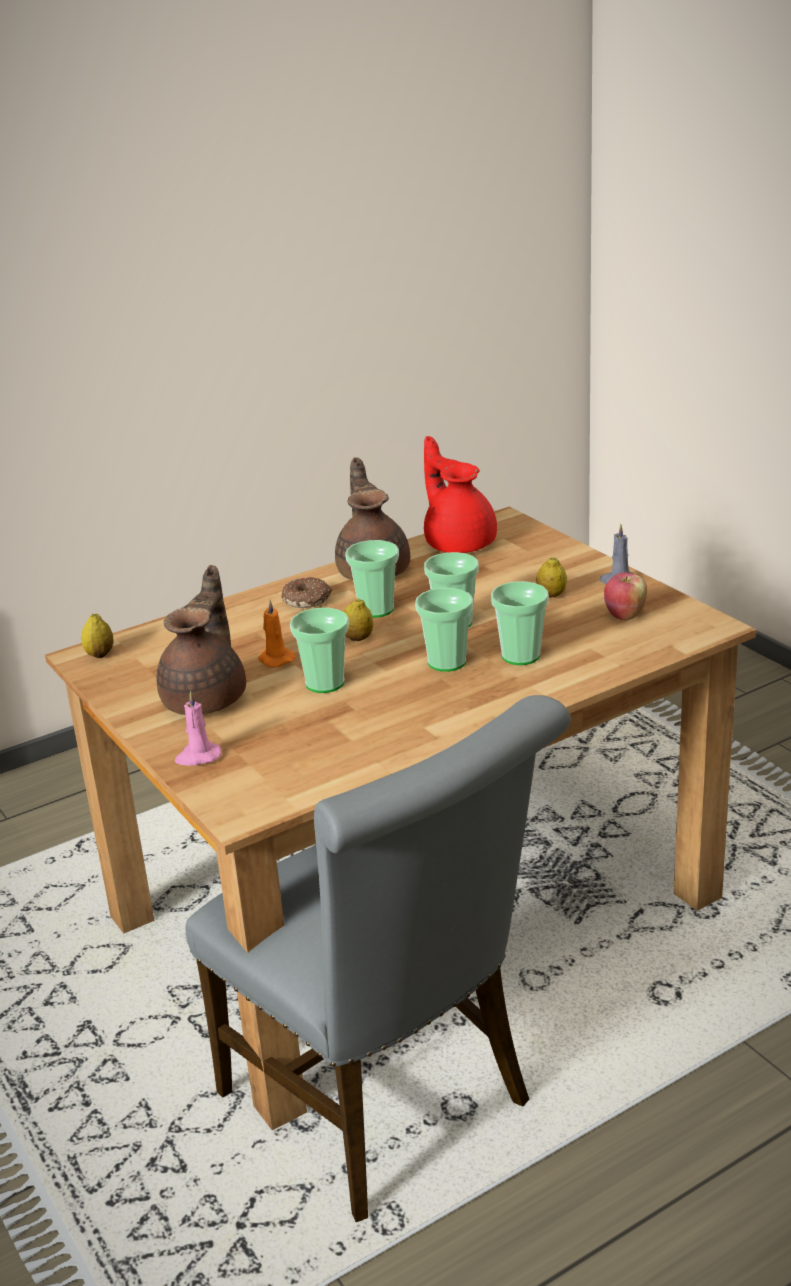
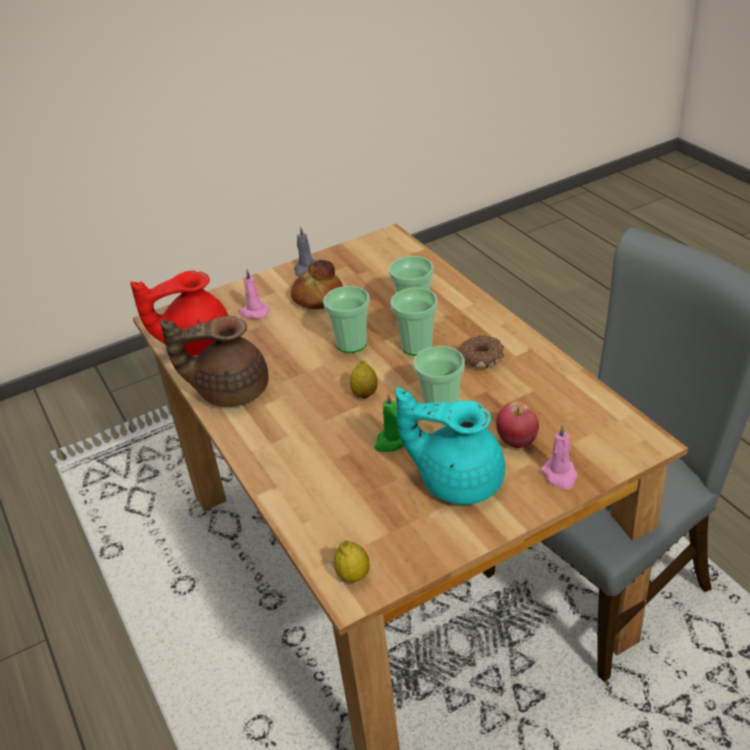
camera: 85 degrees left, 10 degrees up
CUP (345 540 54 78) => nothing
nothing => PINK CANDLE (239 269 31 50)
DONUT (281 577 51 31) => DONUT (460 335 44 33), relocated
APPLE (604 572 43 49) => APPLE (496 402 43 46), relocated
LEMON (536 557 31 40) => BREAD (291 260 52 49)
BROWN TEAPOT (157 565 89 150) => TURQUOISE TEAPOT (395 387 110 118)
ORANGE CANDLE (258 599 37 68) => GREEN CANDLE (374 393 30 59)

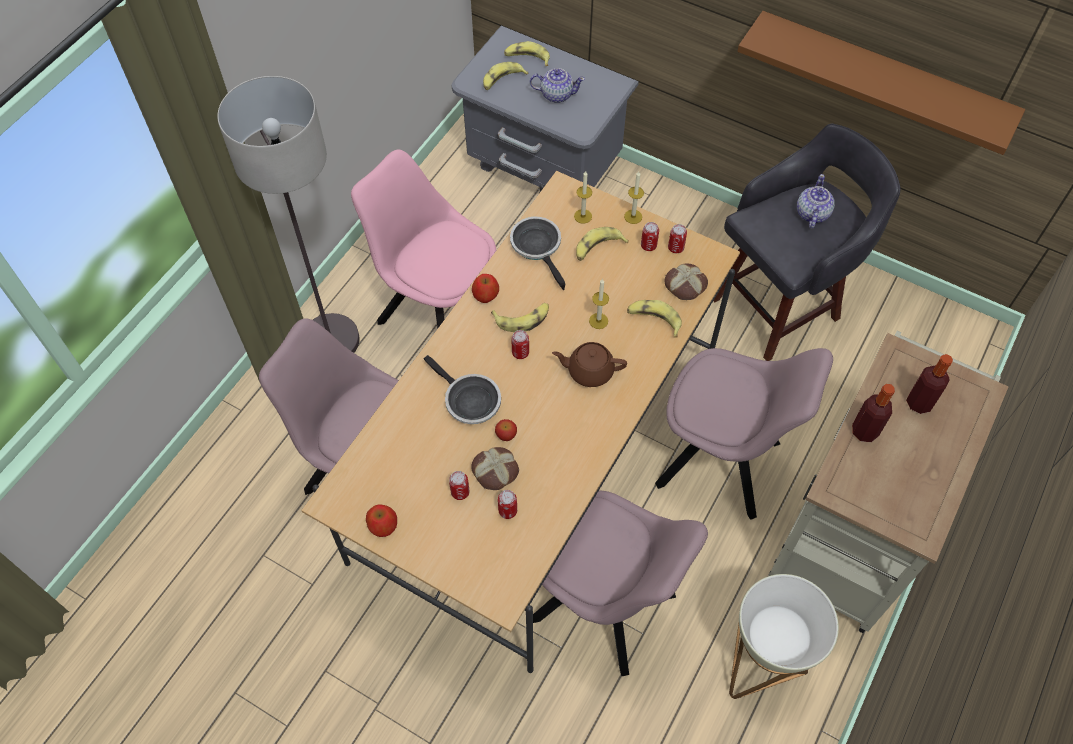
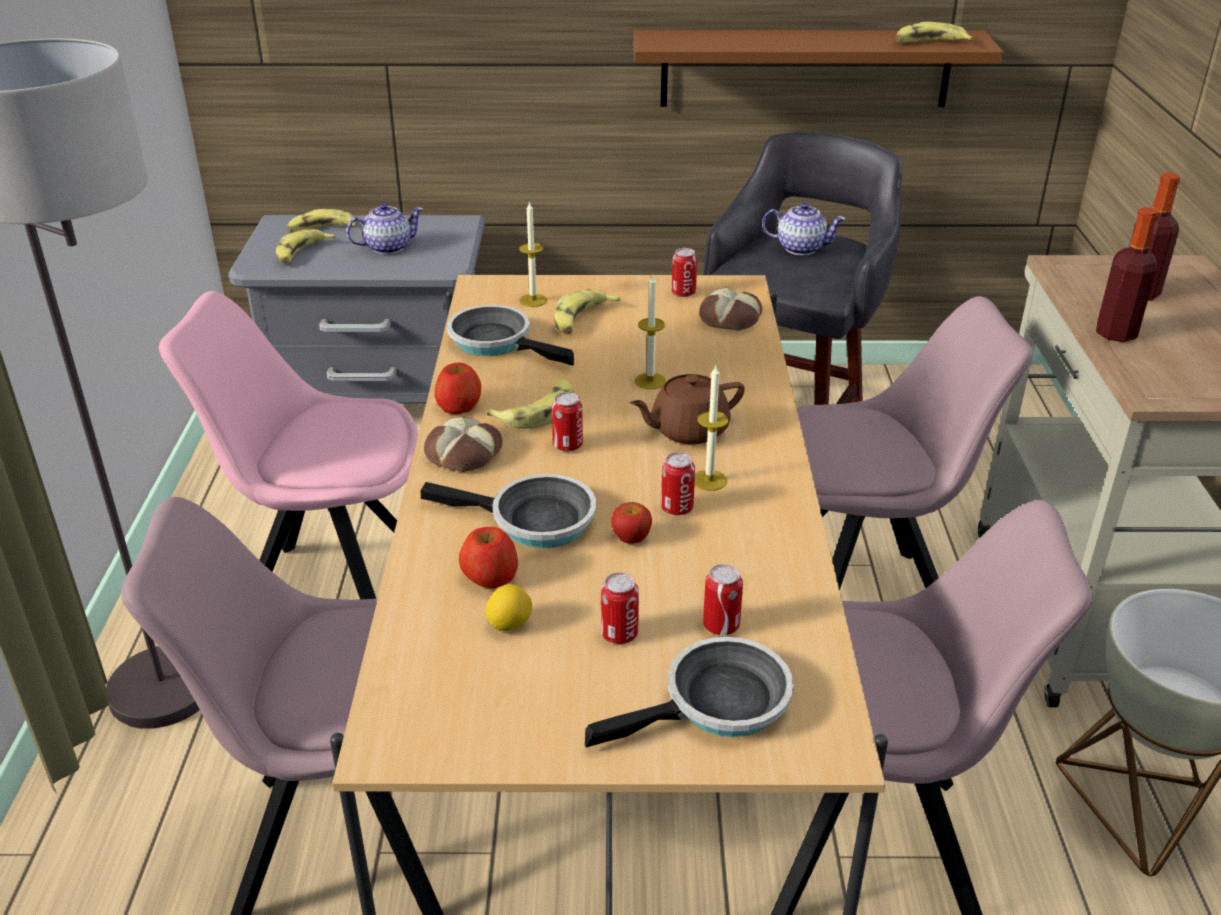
camera: 30 degrees left, 25 degrees down
nothing => LEMON (486 584 46 47)
nothing => FRYING PAN (585 637 209 110)
APPLE (366 504 31 33) => APPLE (459 527 59 61), relocated
BREAD (471 447 48 43) => BREAD (424 416 79 56), relocated
CANDLE (624 172 20 52) => CANDLE (694 366 34 125), relocated
BANANA (627 300 55 38) => BANANA (896 22 77 21), relocated
CAN (641 222 18 29) => CAN (661 452 34 63), relocated
TEAPOT (797 174 38 54) => TEAPOT (762 203 84 52), 120 degrees clockwise

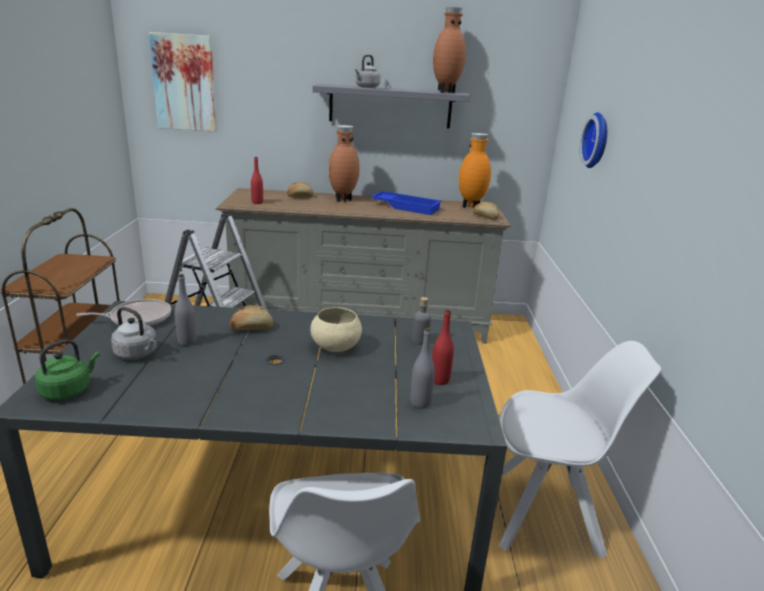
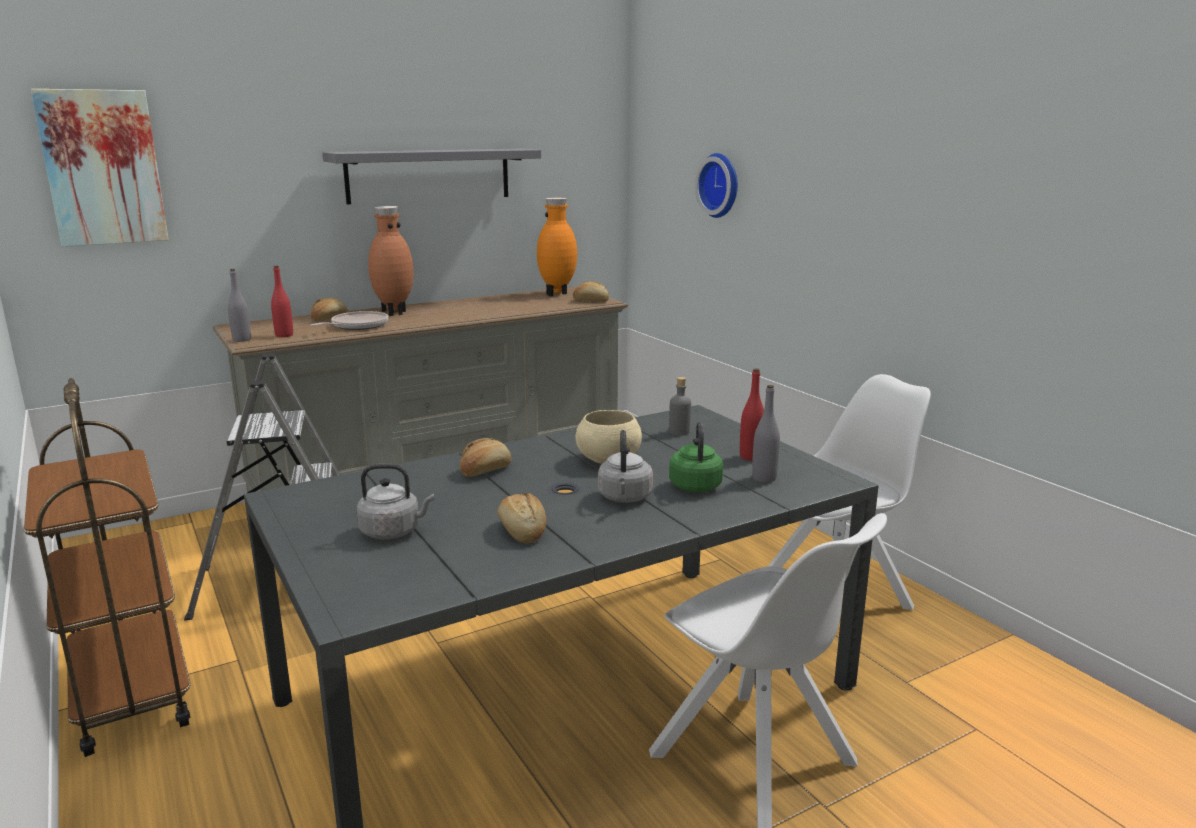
camera: 30 degrees left, 5 degrees down
BLUE TRAY (371 191 71 24) => nothing
BROWN VASE (433 7 33 86) => nothing
nothing => BREAD (497 493 49 50)
GREEN KETTLE (35 339 64 61) => GREEN KETTLE (669 422 54 70), relocated
FRYING PAN (76 299 95 27) => FRYING PAN (311 311 77 19), relocated
GREY BOTTLE (174 274 23 72) => GREY BOTTLE (228 269 23 73), relocated
GREY KETTLE (355 55 25 33) => GREY KETTLE (598 430 55 73), relocated

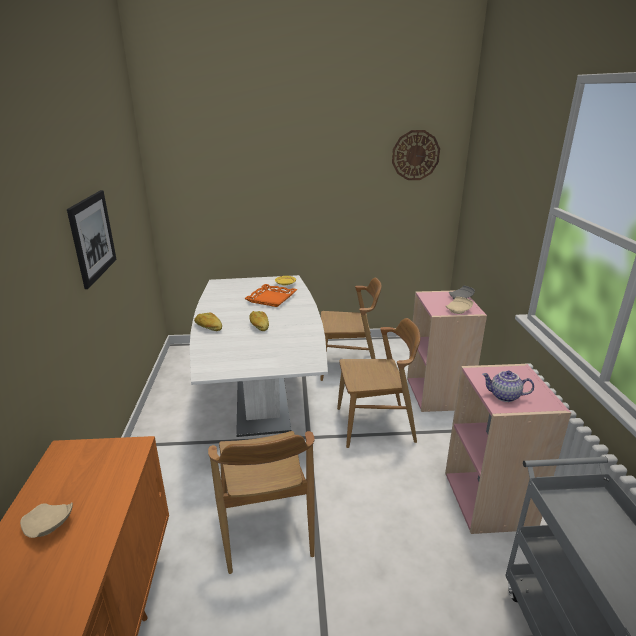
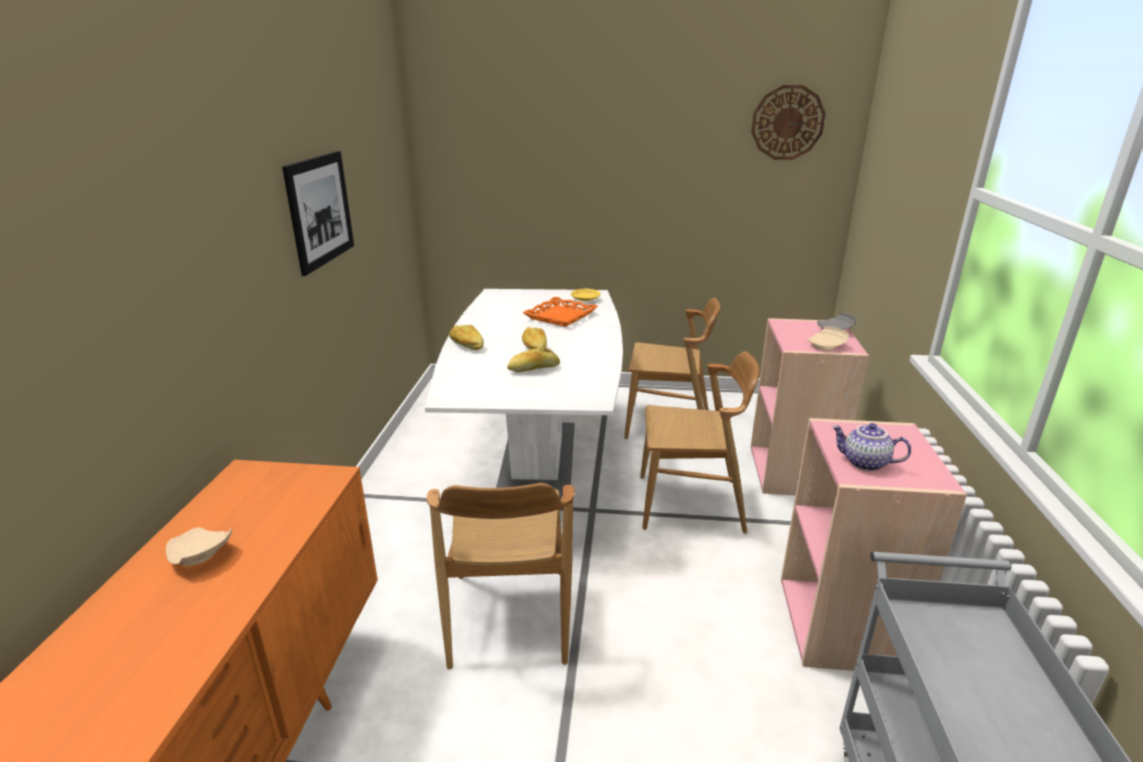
camera: 10 degrees right, 0 degrees up
nothing => BREAD (507 348 53 25)

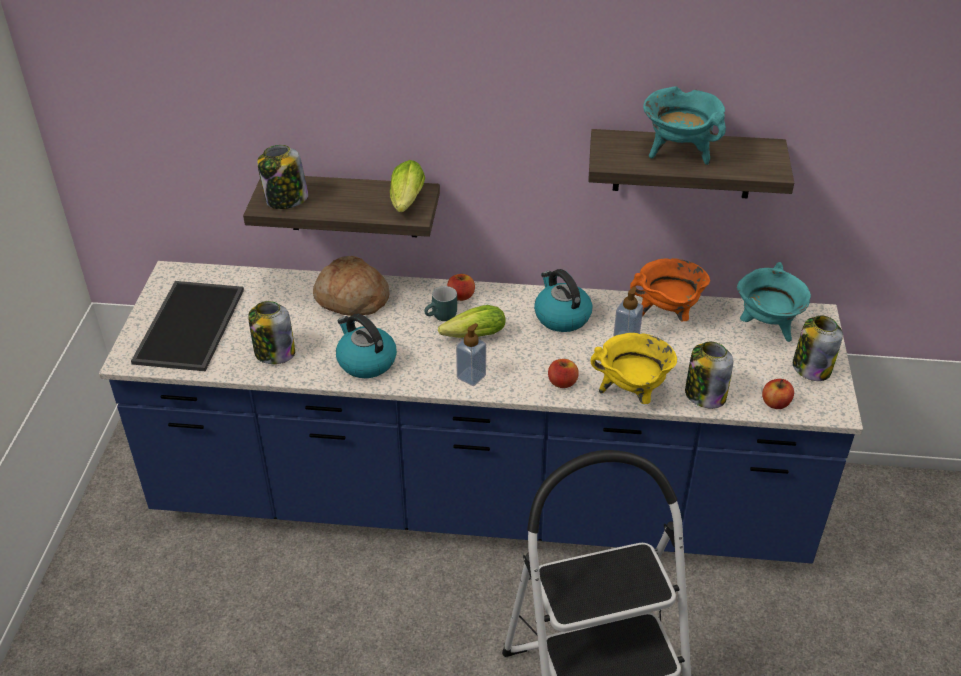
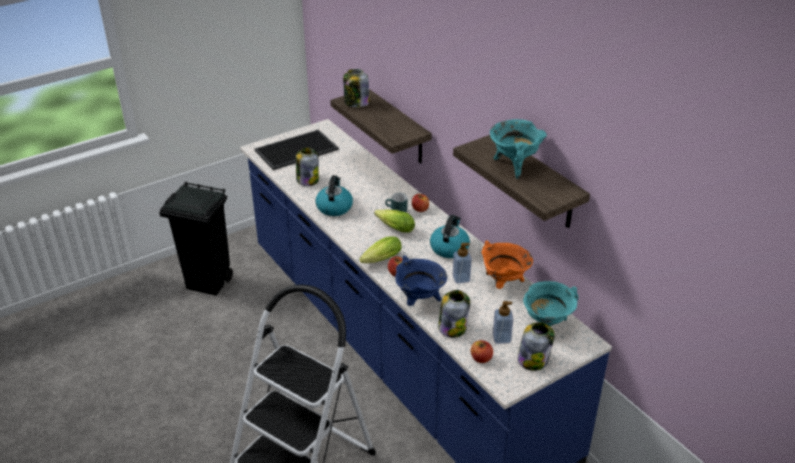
camera: 50 degrees right, 5 degrees down
BREAD (313 256 77 60) => nothing
nothing => BLACK TRASH CAN (159 181 74 114)
LETTUCE (390 160 35 52) => LETTUCE (359 237 43 26), relocated
SOAP DISPENSER (456 323 30 63) => SOAP DISPENSER (493 301 21 43), relocated
YELLOW COOKING POT (591 333 86 71) => BLUE COOKING POT (395 255 52 51)

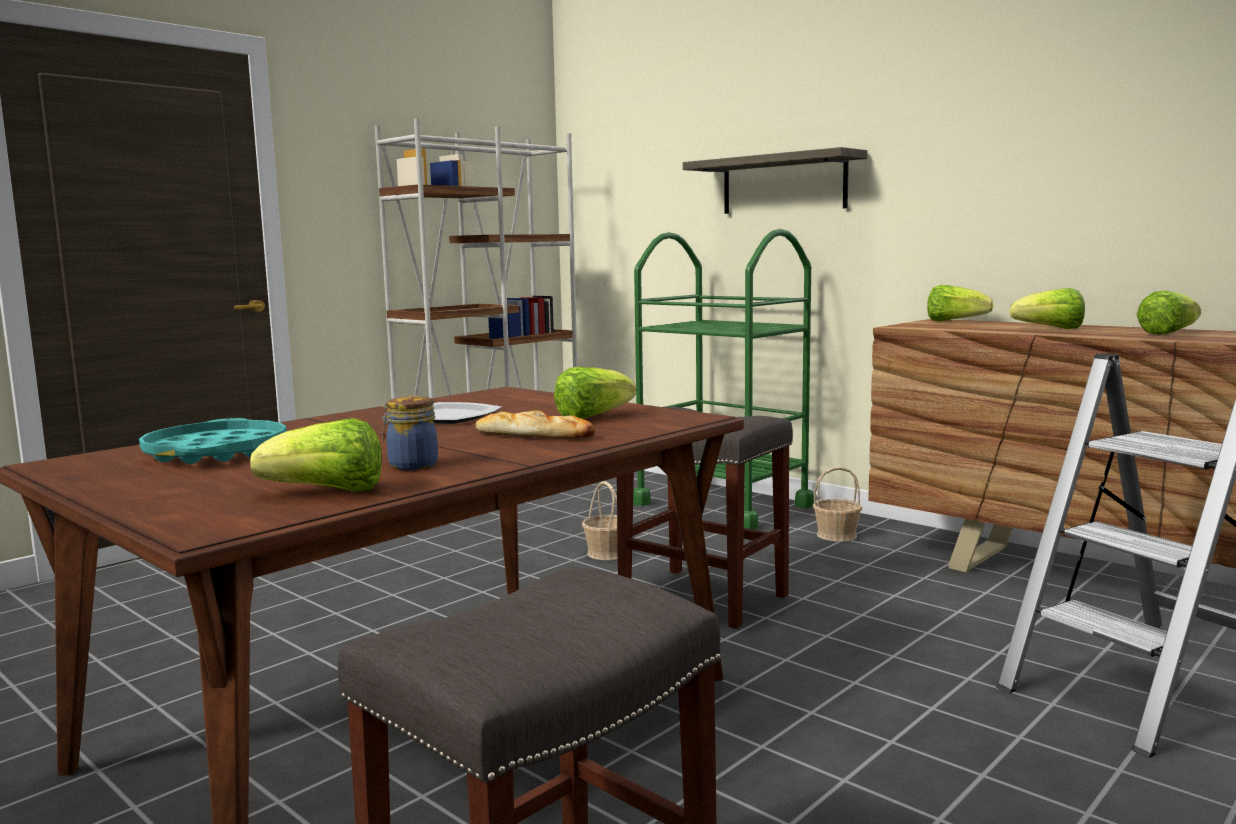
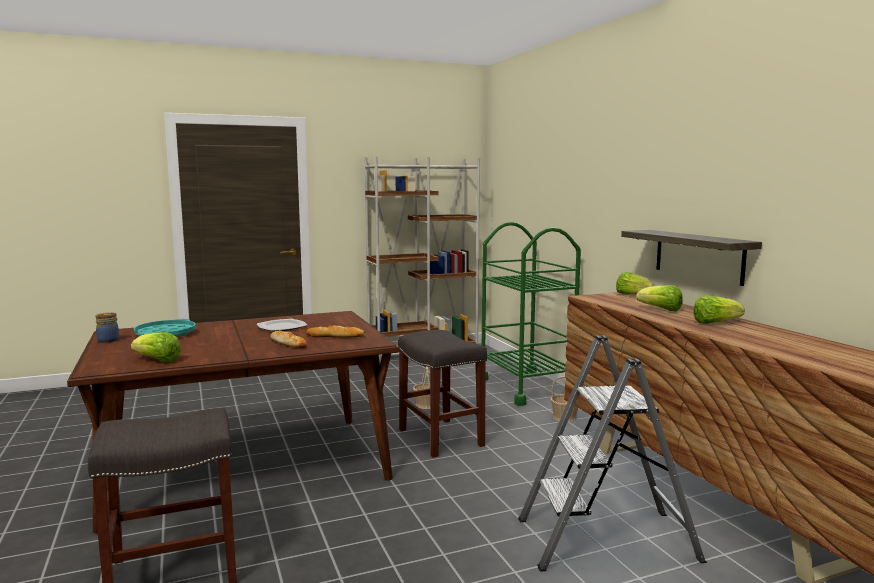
camera: 25 degrees right, 0 degrees up
JAR (382 396 56 74) => JAR (96 312 23 31), relocated
SHELF (683 147 184 67) => SHELF (621 230 141 56), relocated
LETTUCE (554 367 83 52) => BREAD (306 326 59 12)

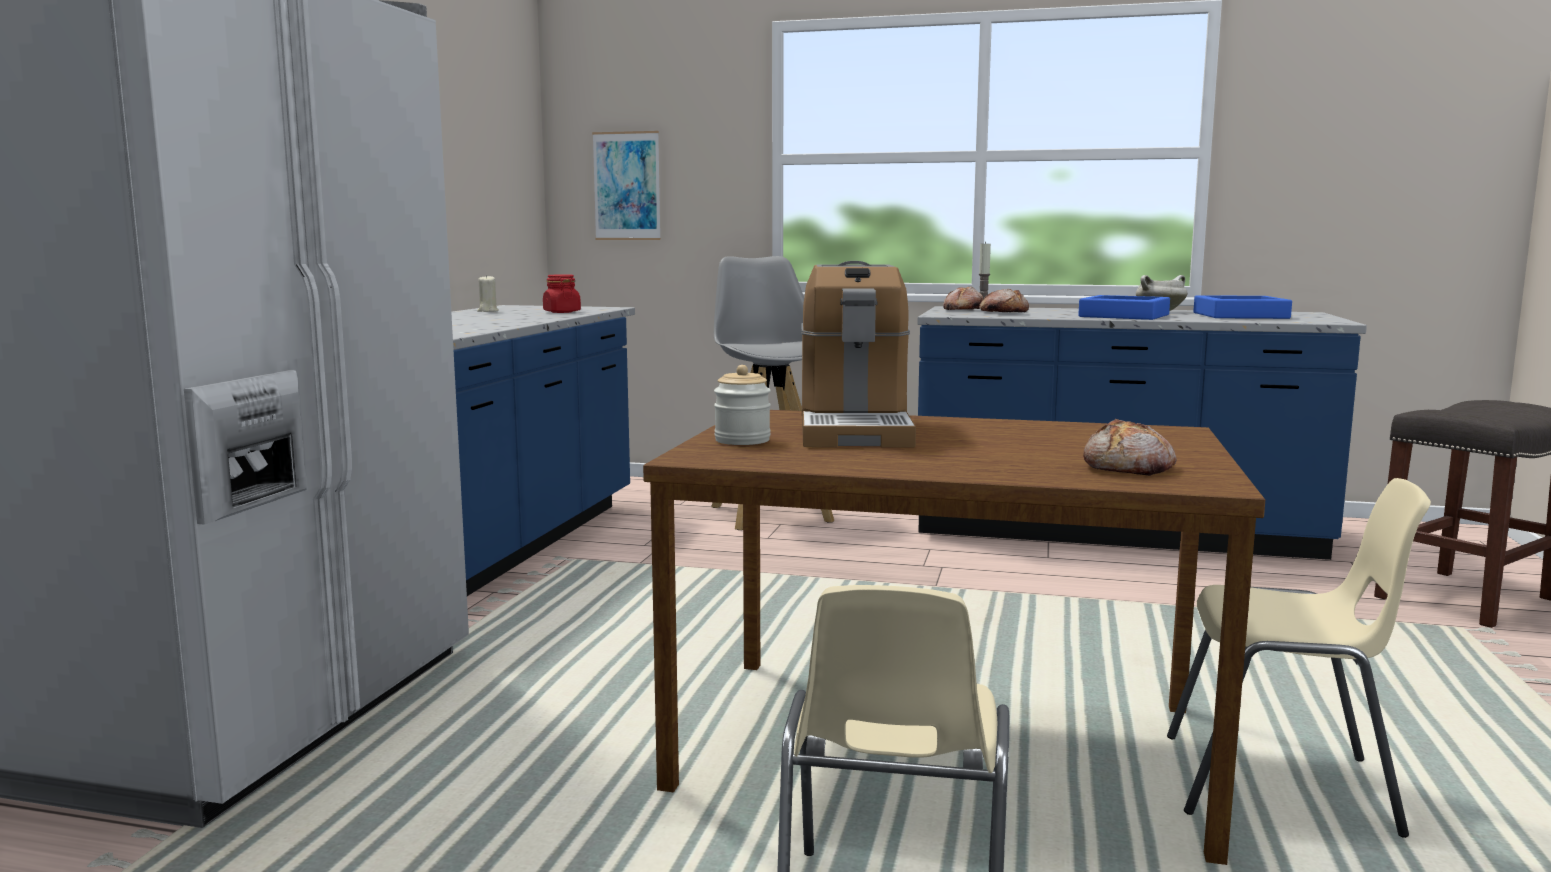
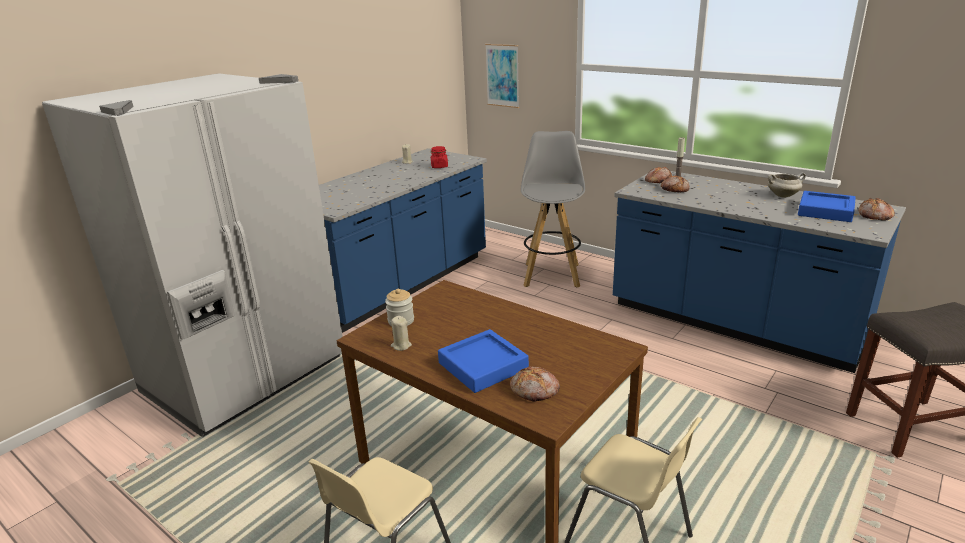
camera: 25 degrees right, 15 degrees up
COFFEE MACHINE (801 261 115 187) => nothing
nothing => BEIGE CANDLE (391 316 21 35)
nothing => BREAD (859 198 36 23)
BLUE TRAY (1078 295 92 25) => BLUE TRAY (438 329 91 64), relocated

